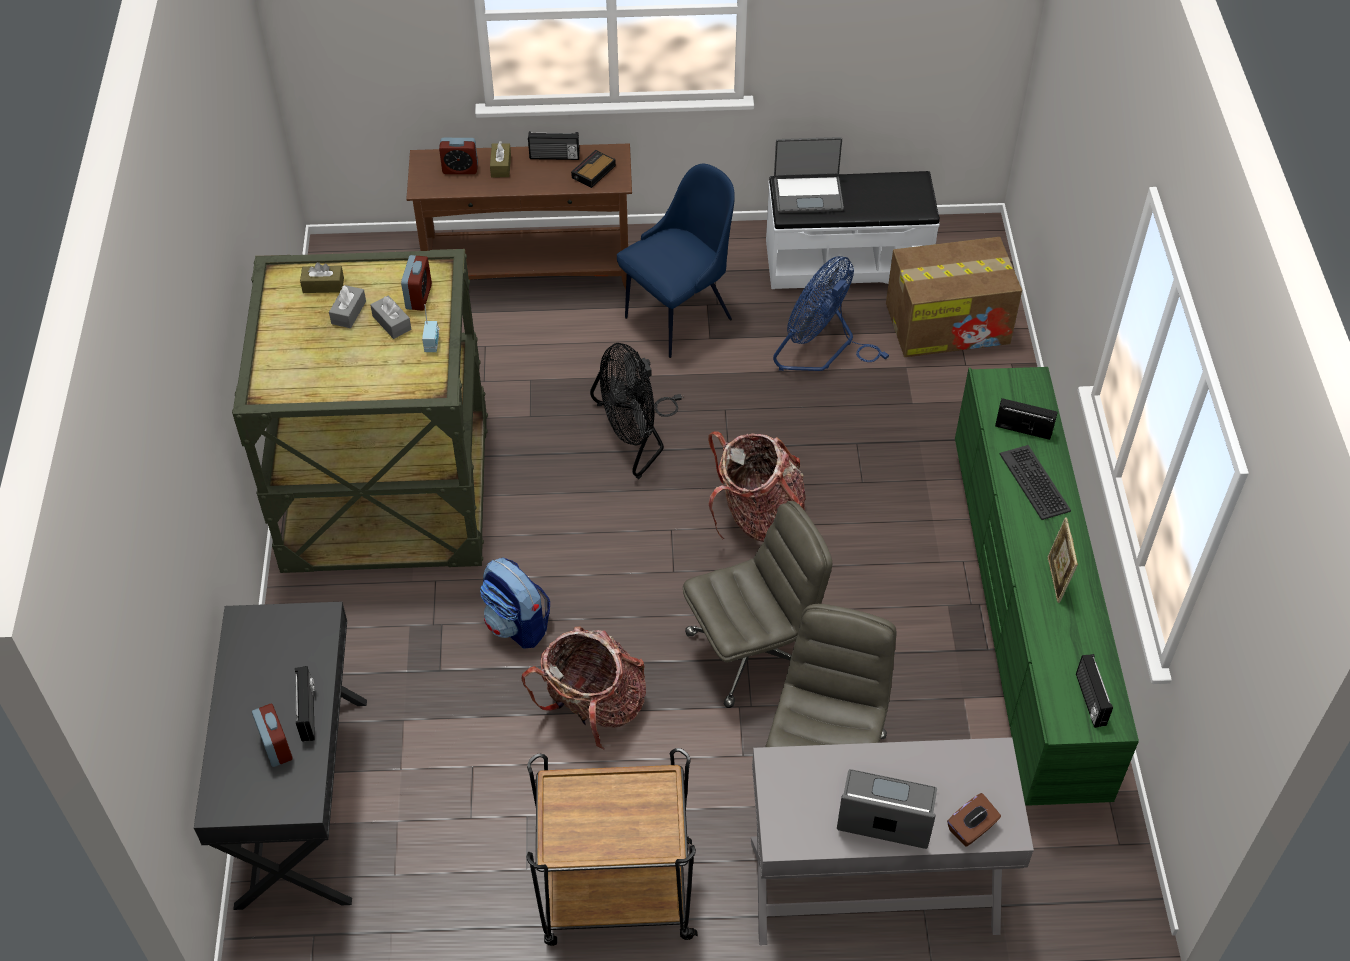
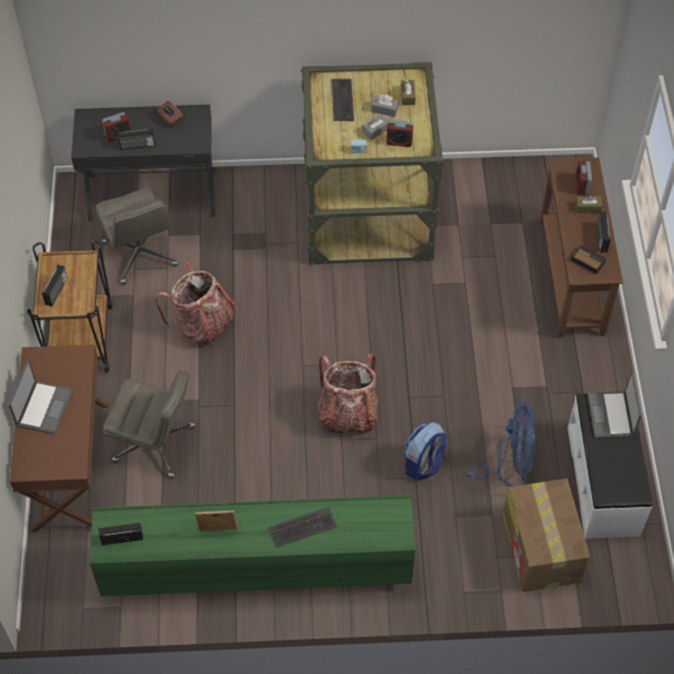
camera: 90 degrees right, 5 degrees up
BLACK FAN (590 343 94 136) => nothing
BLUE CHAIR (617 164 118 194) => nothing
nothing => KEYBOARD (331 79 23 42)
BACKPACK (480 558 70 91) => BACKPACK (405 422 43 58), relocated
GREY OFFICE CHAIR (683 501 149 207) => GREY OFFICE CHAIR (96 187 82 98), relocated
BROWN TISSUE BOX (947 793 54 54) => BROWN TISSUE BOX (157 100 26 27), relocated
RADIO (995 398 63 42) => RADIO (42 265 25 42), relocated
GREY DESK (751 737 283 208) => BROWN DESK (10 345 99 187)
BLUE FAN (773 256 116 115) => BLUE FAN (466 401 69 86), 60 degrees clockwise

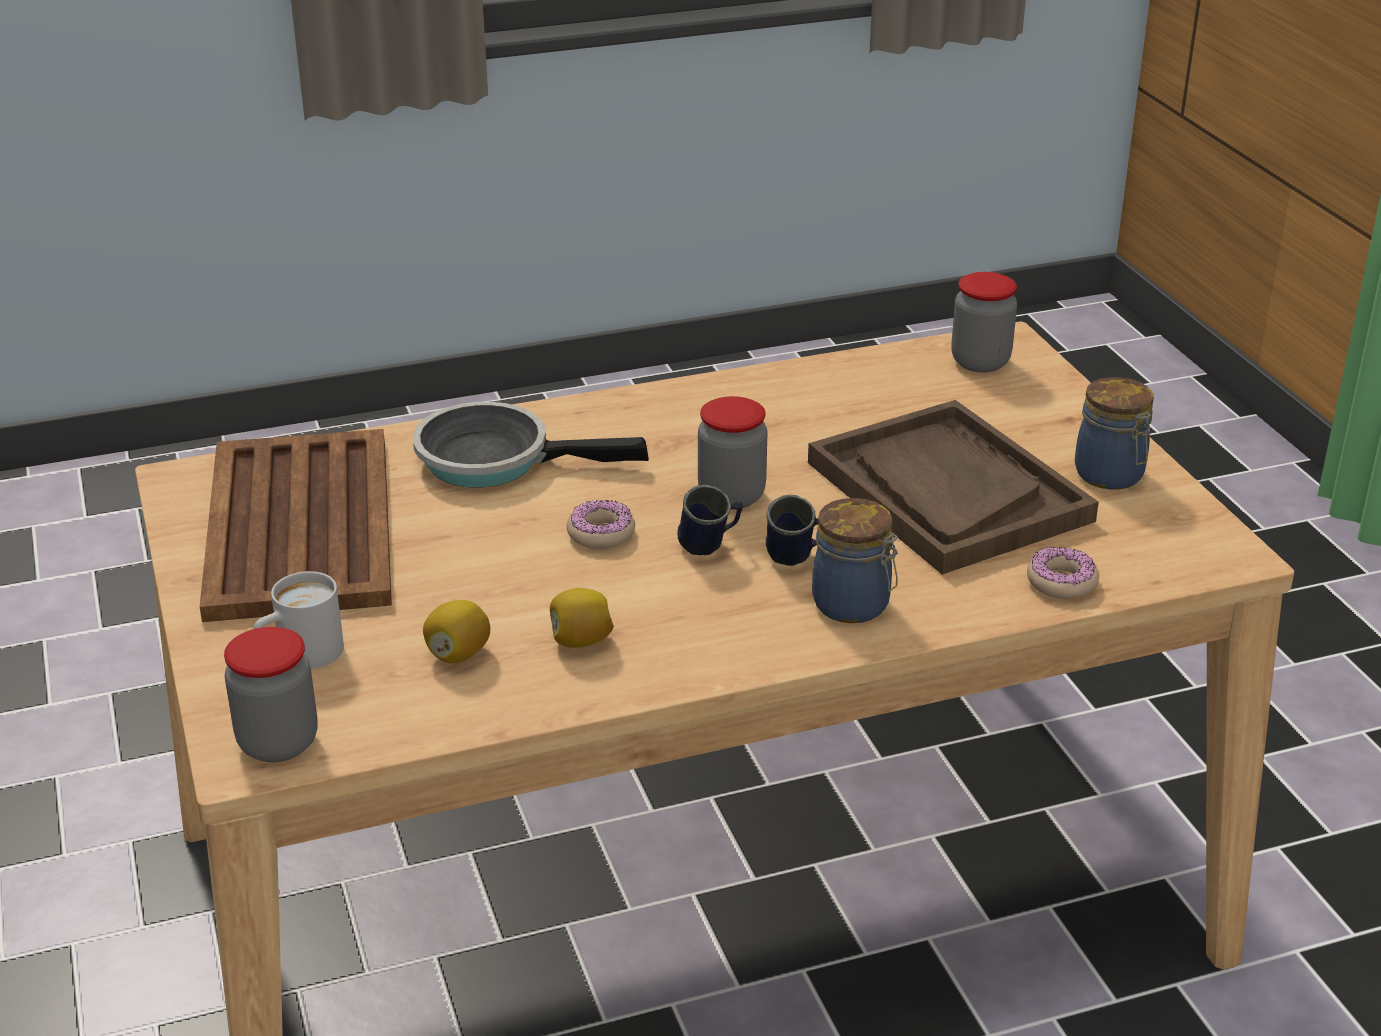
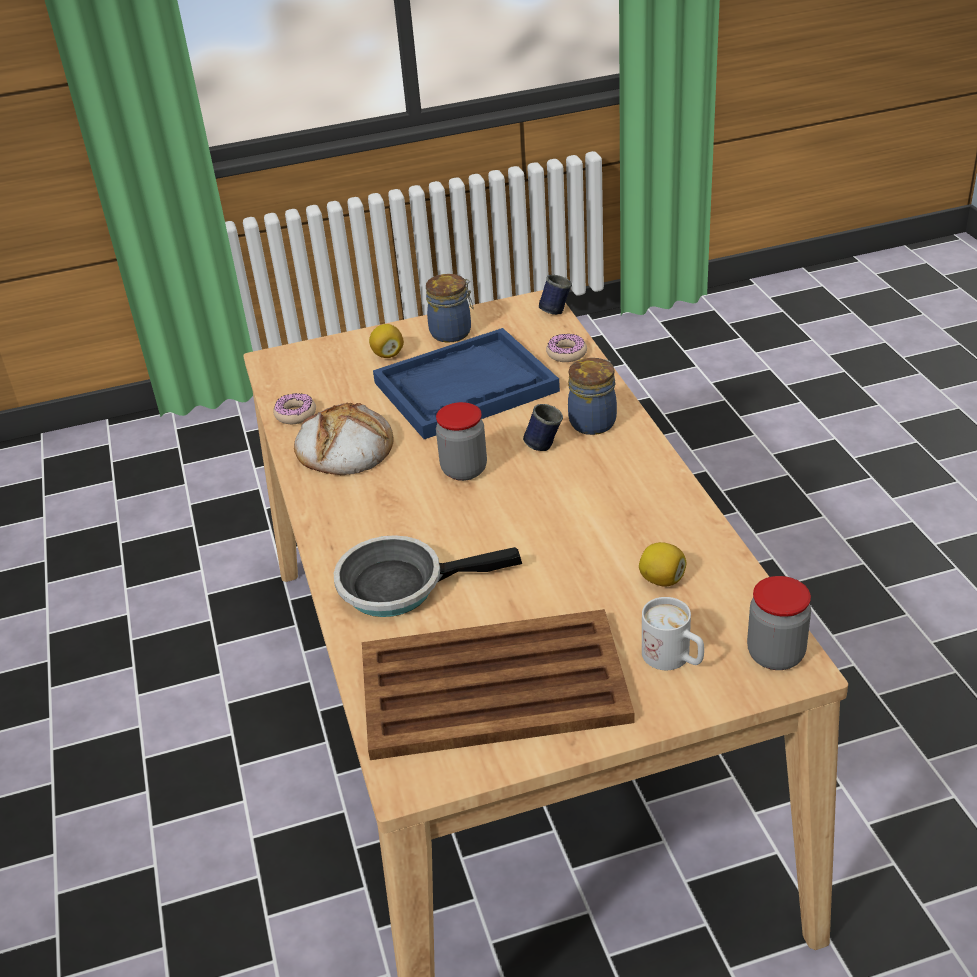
camera: 85 degrees left, 5 degrees up
JAR (951 272 66 101) => nothing
nothing => BREAD (294 403 100 72)
LEMON (550 588 64 60) => LEMON (369 324 35 34), relocated
DONUT (567 500 68 49) => DONUT (273 393 43 31), relocated
BLUE MUG (677 485 66 70) => BLUE MUG (539 274 33 41), relocated
BROWN TRAY (808 400 291 175) => BLUE TRAY (373 328 187 112)
FRYING PAN (413 402 236 86) => FRYING PAN (334 535 188 82), 75 degrees clockwise

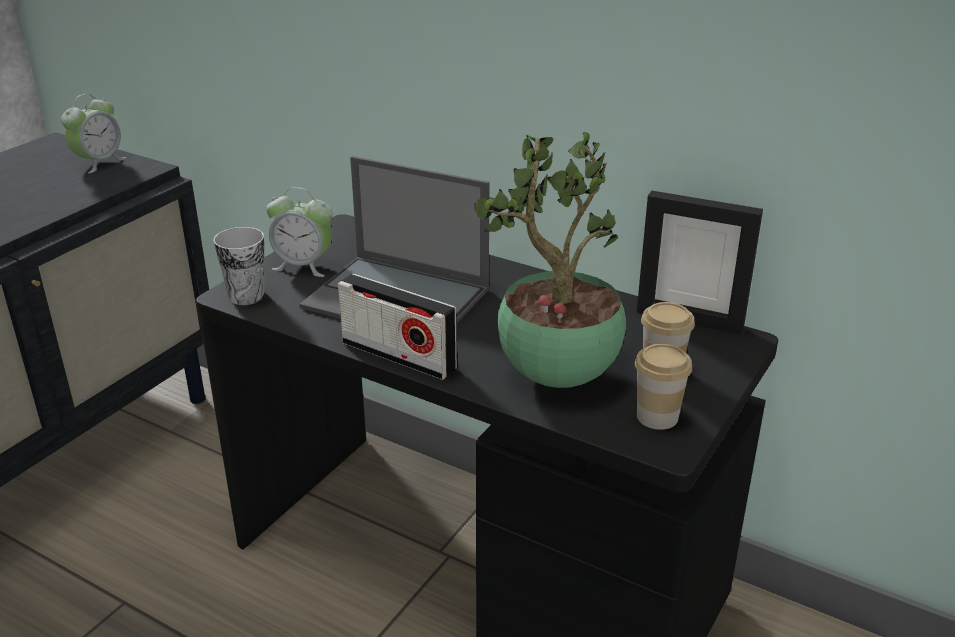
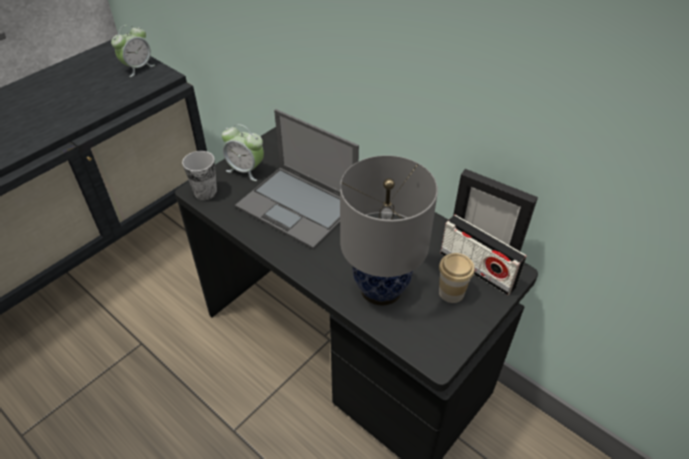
camera: 10 degrees right, 15 degrees up
CUP (635 344 57 86) => nothing
RADIO (338 273 119 107) => RADIO (440 215 87 80), relocated
POTTED PLANT (474 132 152 256) => GREY TABLE LAMP (340 155 98 150)

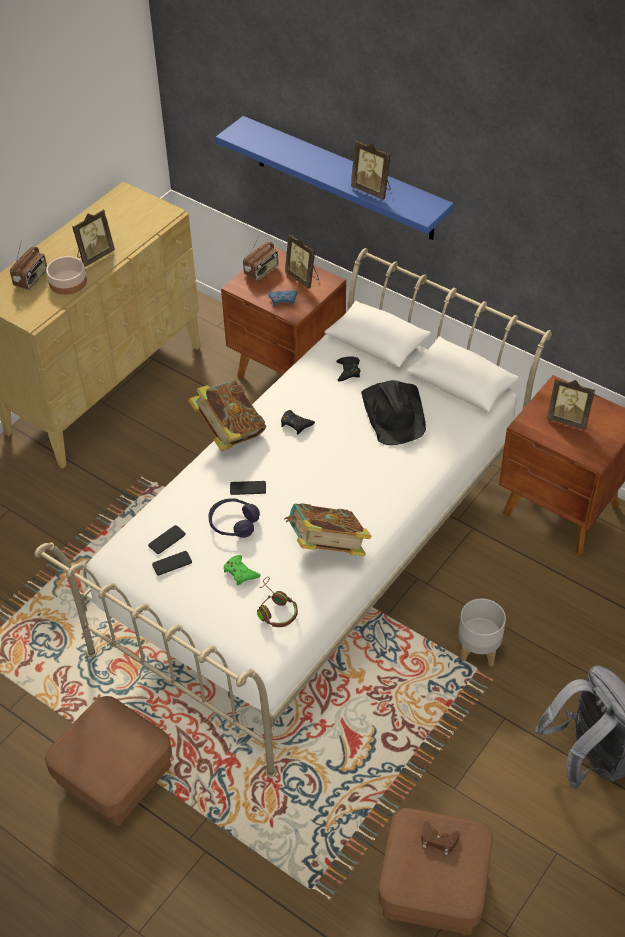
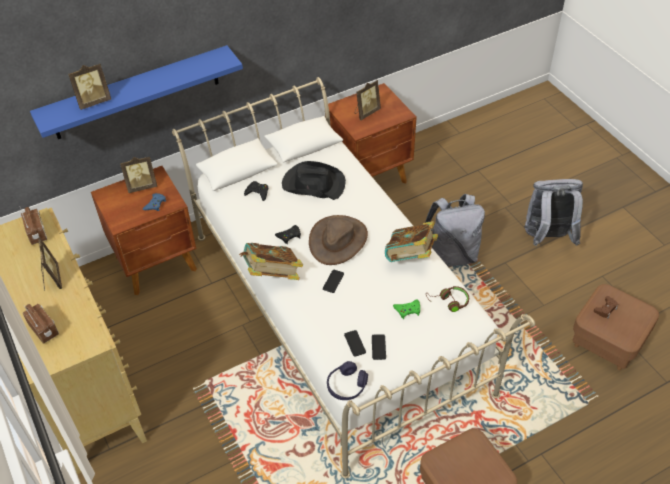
camera: 65 degrees left, 0 degrees up
BOWL (46 256 41 39) => nothing
nothing => BROWN HAT (309 215 59 50)
PURPLE HEADPHONES (208 498 52 40) => PURPLE HEADPHONES (327 361 41 39), relocated
RADIO (243 234 35 47) => RADIO (20 207 27 38), relocated
PICTURE FRAME (351 141 40 59) => PICTURE FRAME (68 64 43 46), relocated
GREY PLANTER (458 598 48 69) => GREY BACKPACK (424 194 61 73)

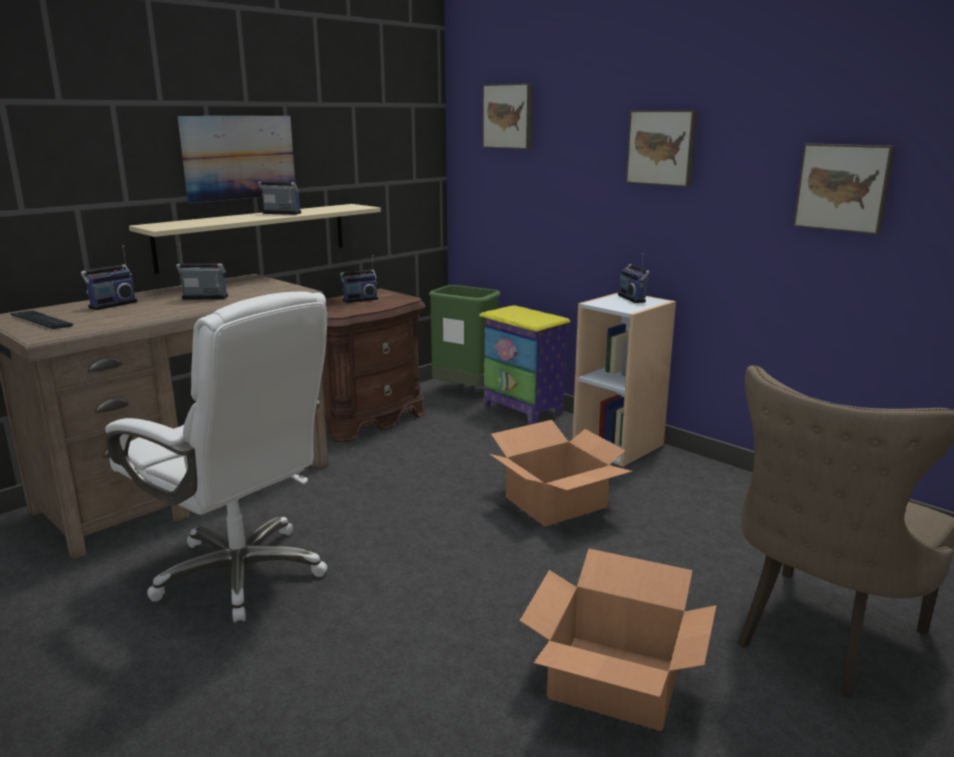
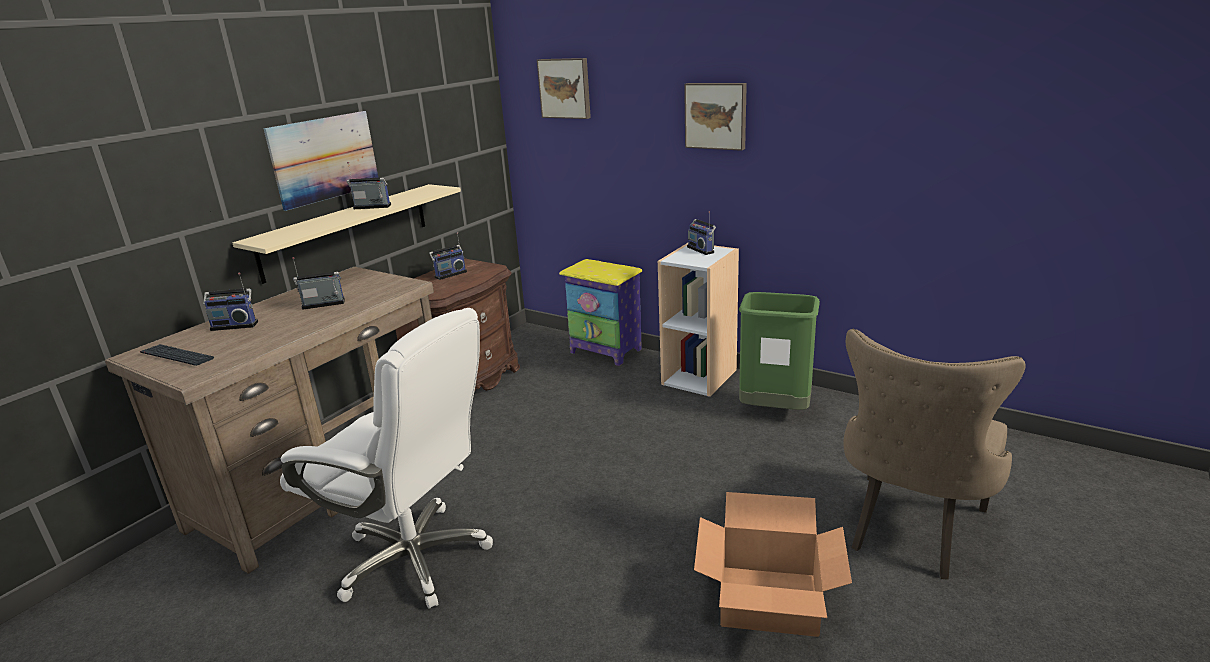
camera: 10 degrees left, 5 degrees up
CARDBOARD BOX (490 420 143 107) => nothing
PICTURE (793 143 102 91) => nothing
GREEN TRASH CAN (429 285 72 102) => GREEN TRASH CAN (739 292 81 118), relocated
RADIO (81 246 56 64) => RADIO (203 273 55 58), 60 degrees clockwise

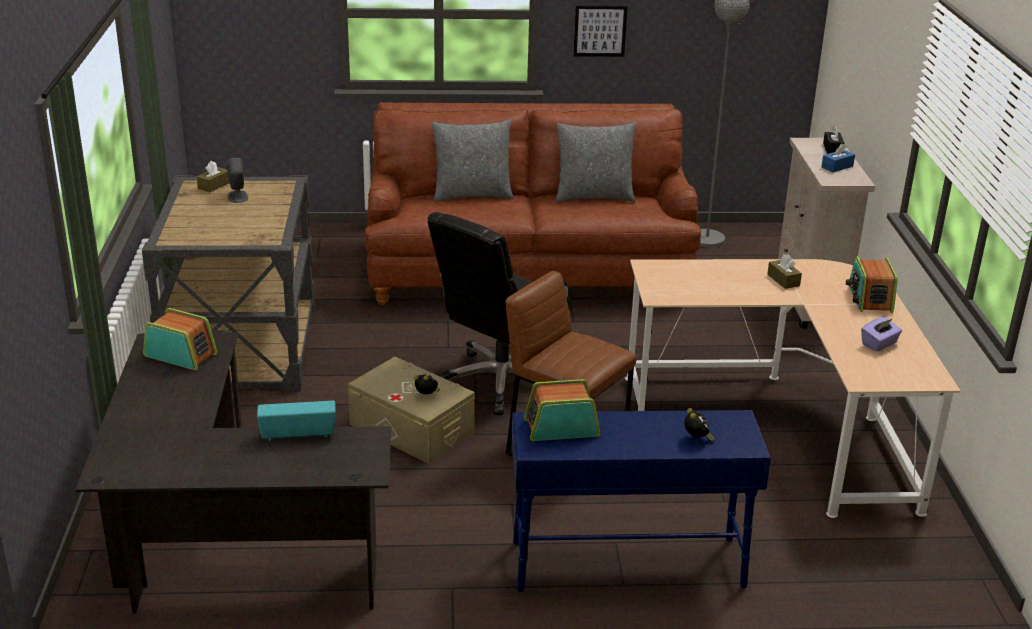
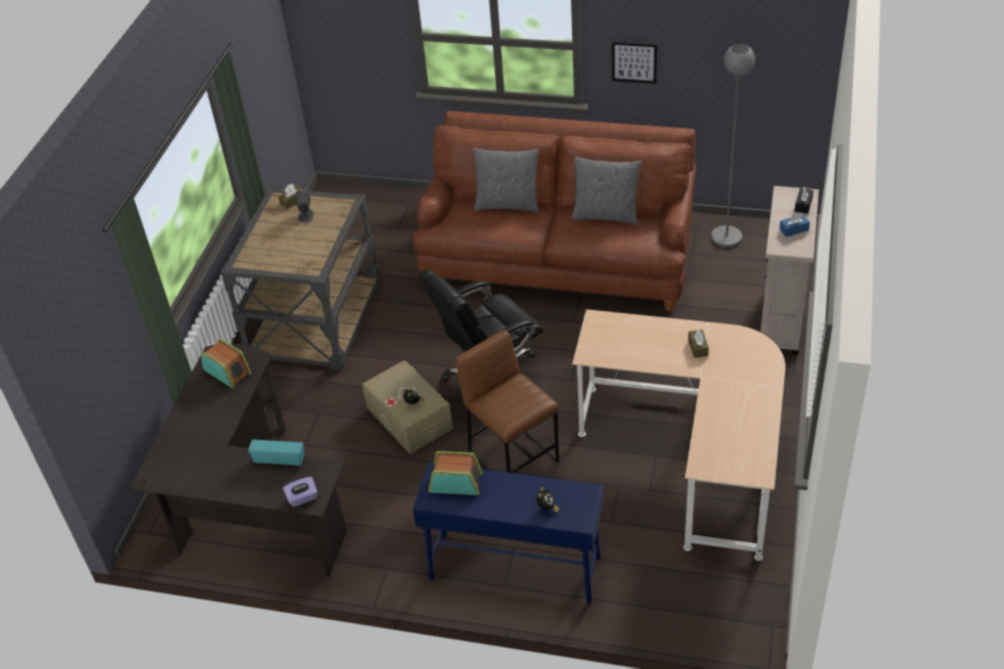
camera: 20 degrees right, 15 degrees up
RADIO (846 256 52 57) => nothing
PURPLE TISSUE BOX (861 317 41 34) => PURPLE TISSUE BOX (283 477 35 30), relocated

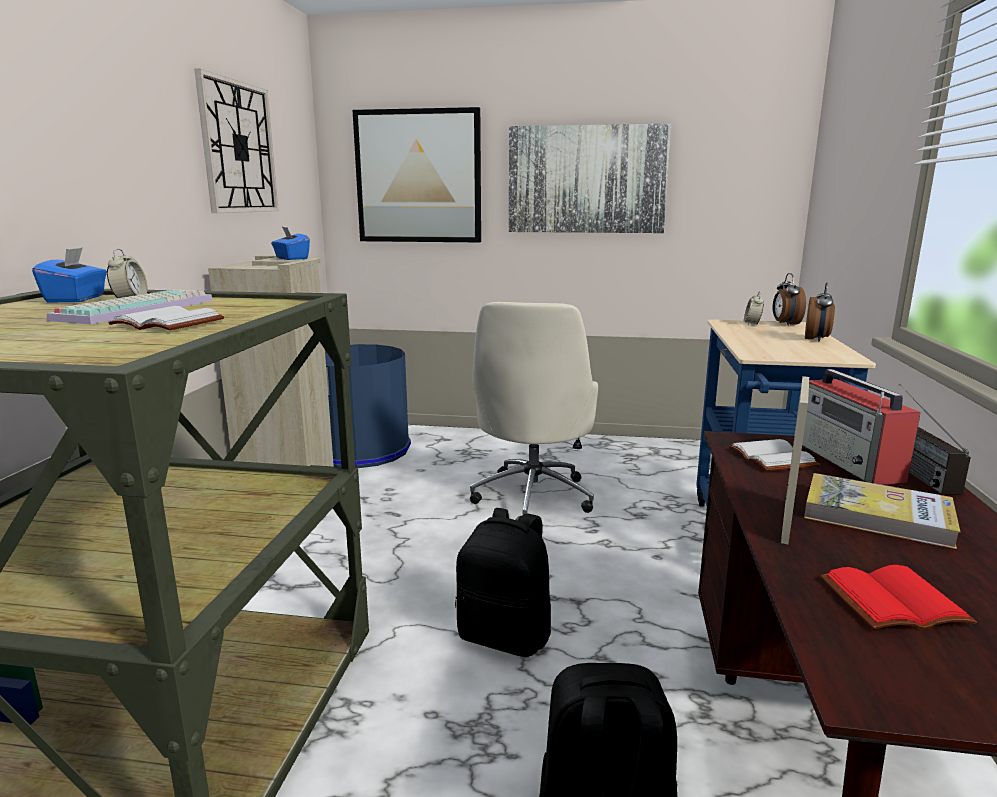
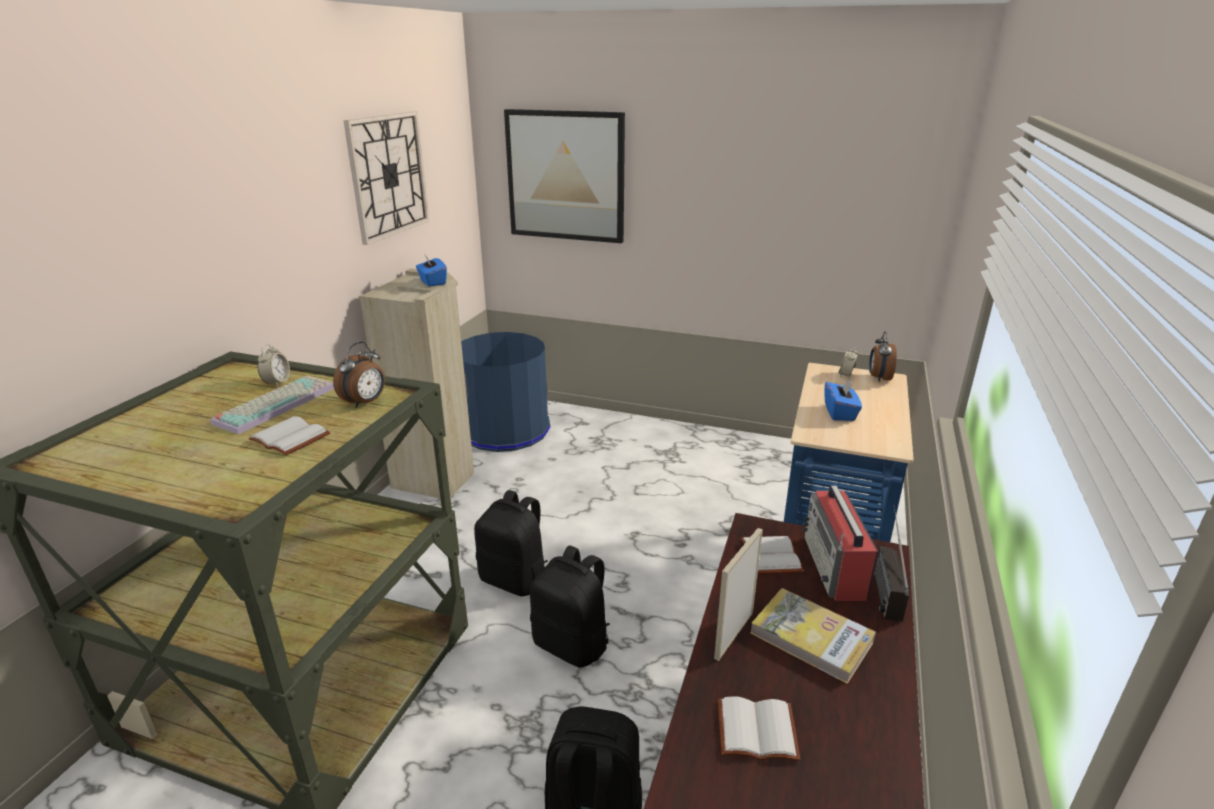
camera: 10 degrees right, 10 degrees up
BEIGE OFFICE CHAIR (470 302 128 219) => nothing
PICTURE (509 124 162 109) => nothing
nothing => BLACK BACKPACK (474 490 74 106)
BLUE TISSUE BOX (32 247 75 56) => BLUE TISSUE BOX (824 378 38 43), relocated
ALARM CLOCK (805 282 30 60) => ALARM CLOCK (333 342 52 66), relocated
RED BOOK (820 565 157 65) => WHITE BOOK (718 696 82 65)

